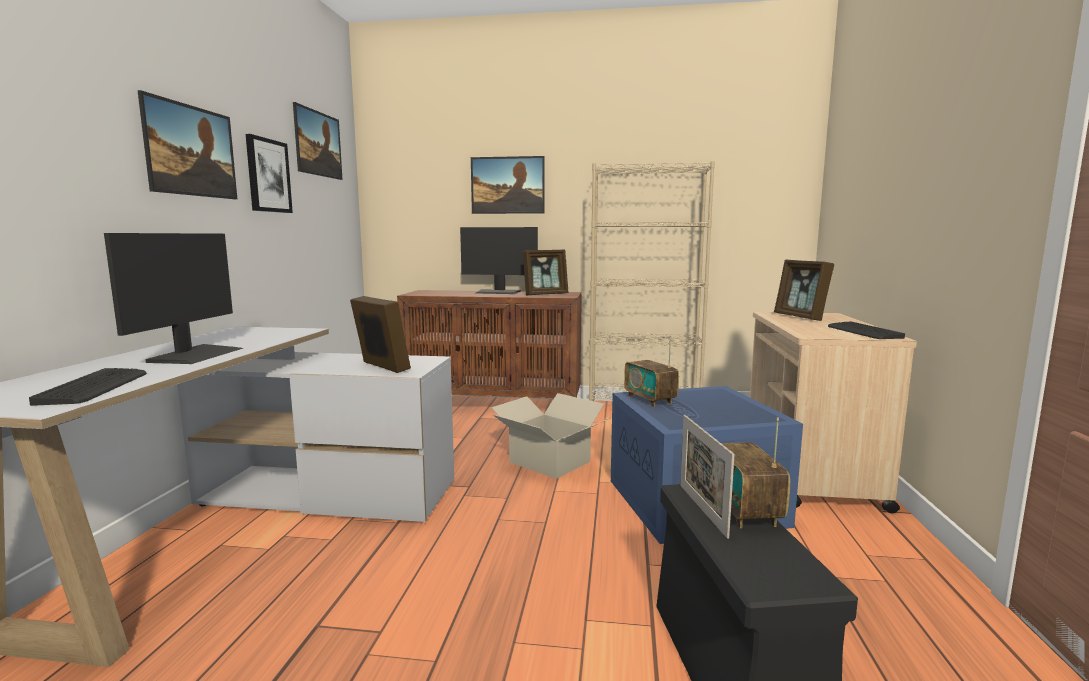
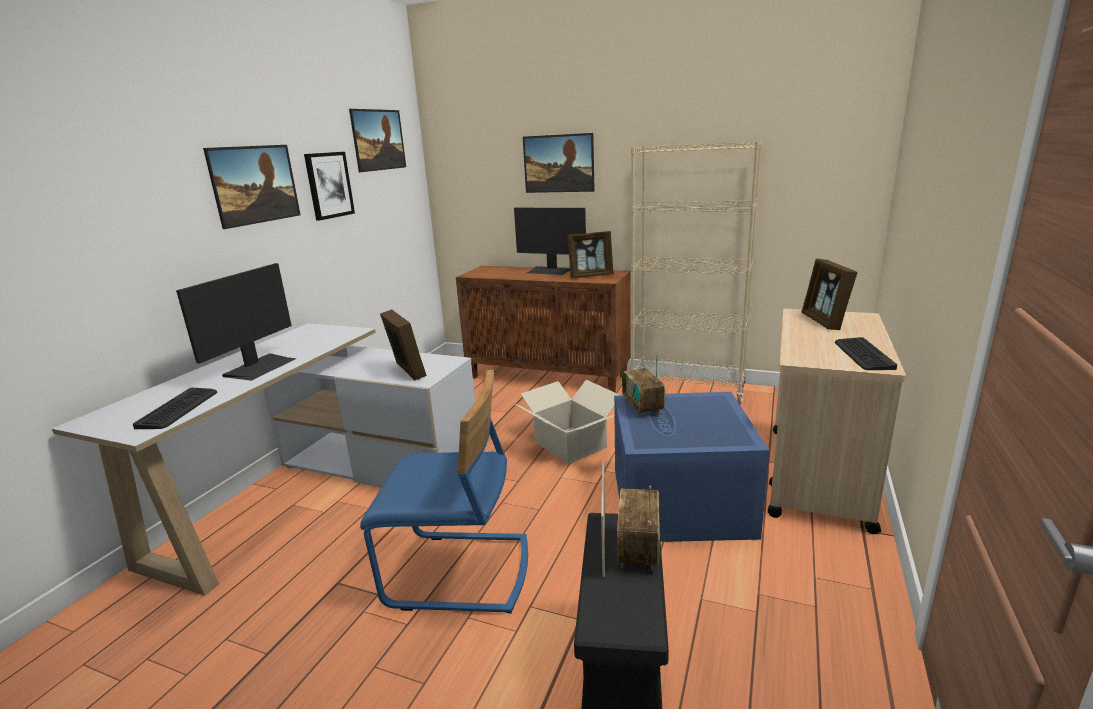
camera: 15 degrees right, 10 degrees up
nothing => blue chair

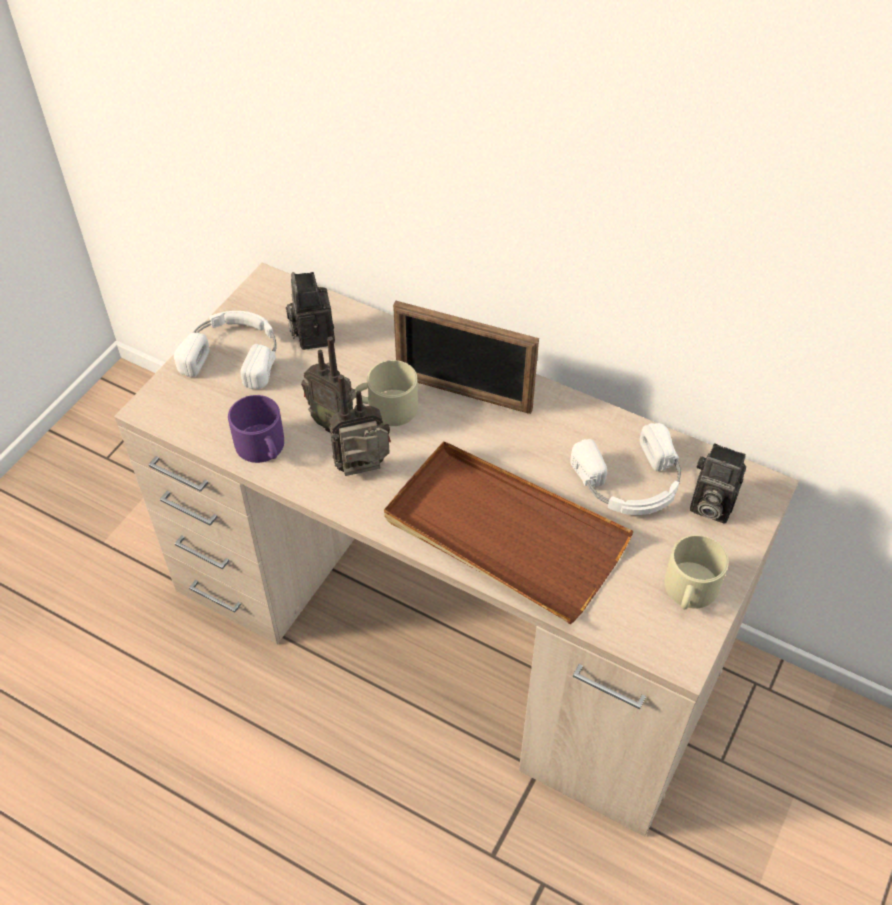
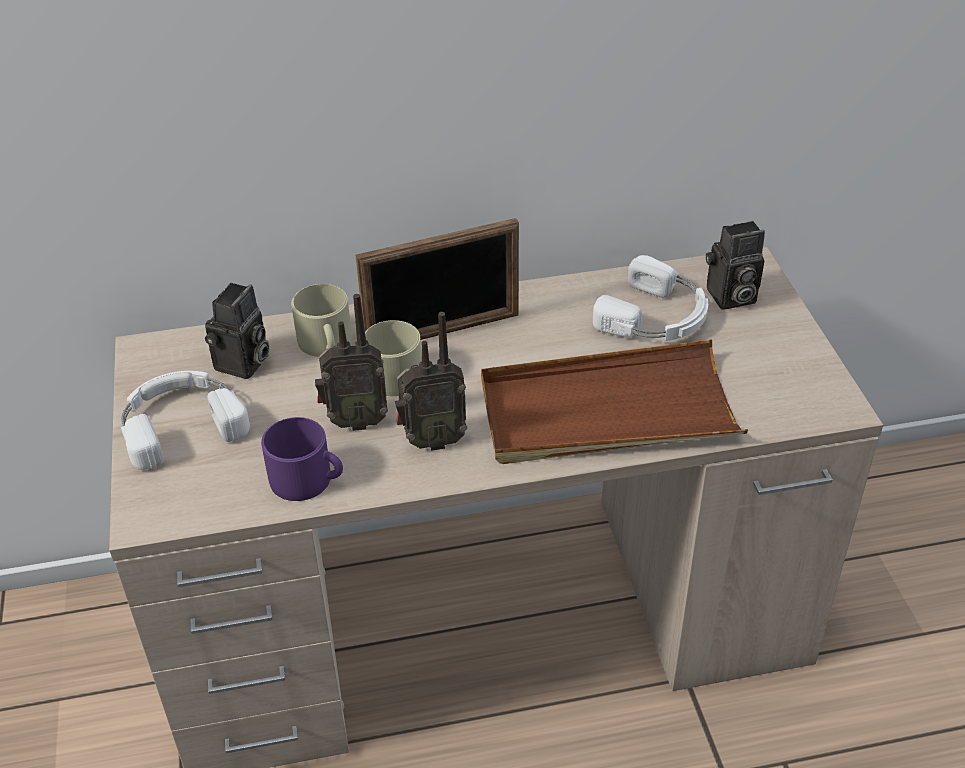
camera: 40 degrees left, 10 degrees down
photo camera (1st from left), 105 degrees counterclockwise
radio (2nd from left), 135 degrees counterclockwise
beige mug (2nd from left in the first image) => beige mug (1st from left), move

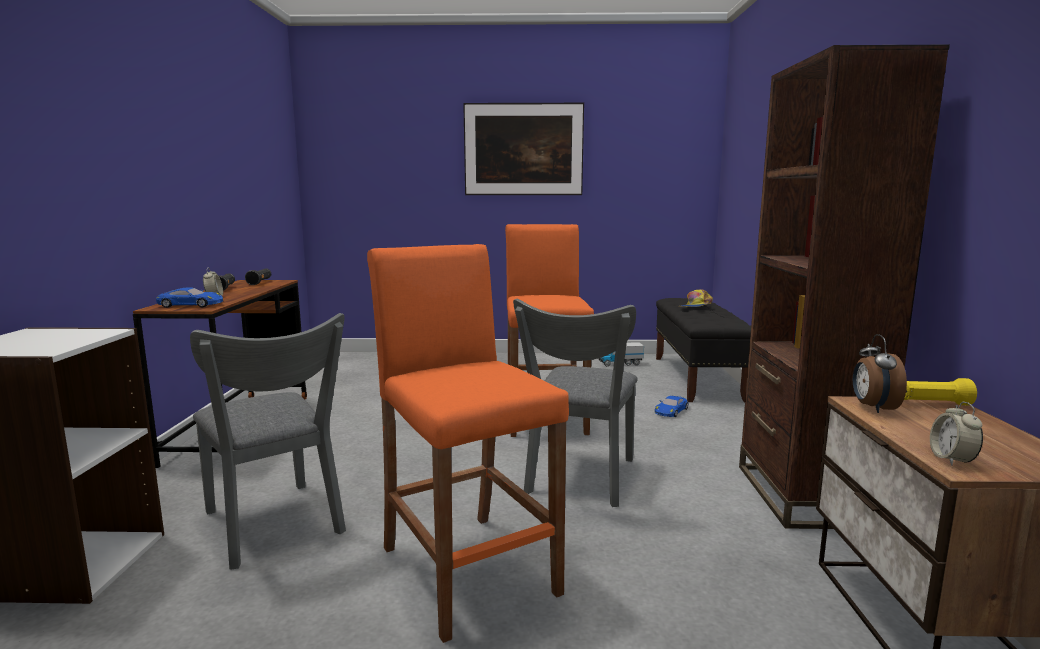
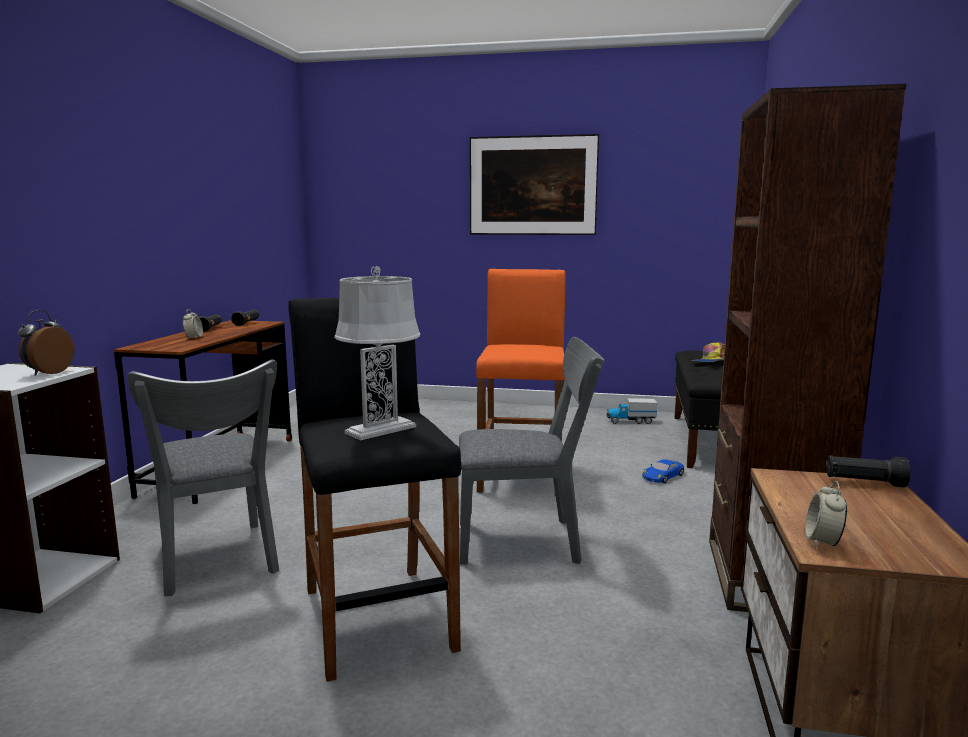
camera: 10 degrees right, 0 degrees up
blue toy car (1st from left) => nothing
orange stool (1st from left) => black stool
grey chair (2nd from left), 120 degrees counterclockwise
alarm clock (2nd from left in the first image) => alarm clock (1st from left), move
yellow flashlight => black flashlight (3rd from left)
nothing => grey table lamp

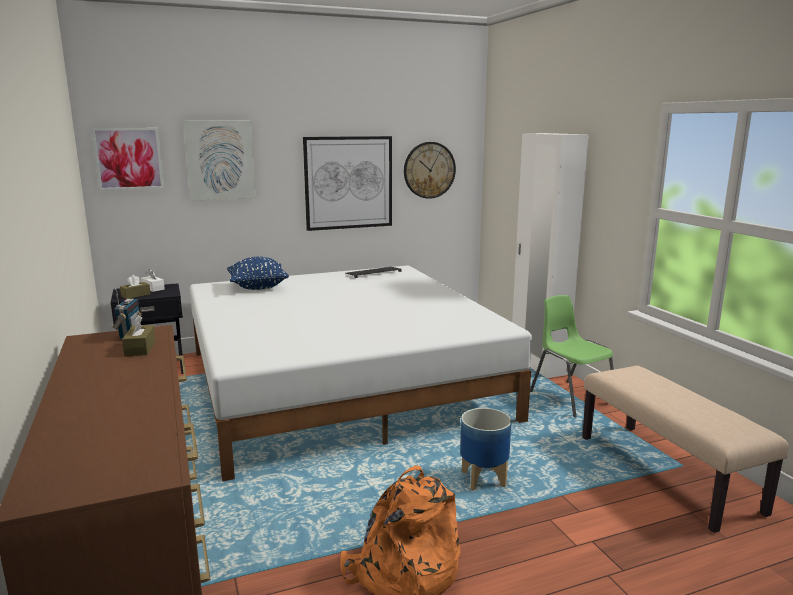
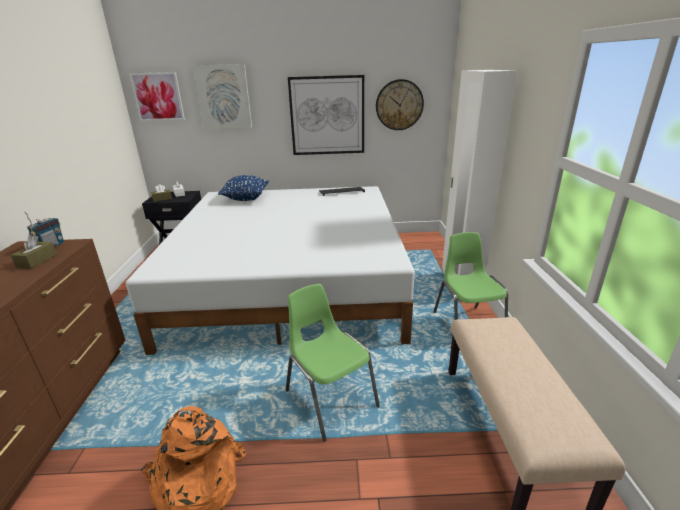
camera: 20 degrees right, 10 degrees up
planter => green chair (1st from left)

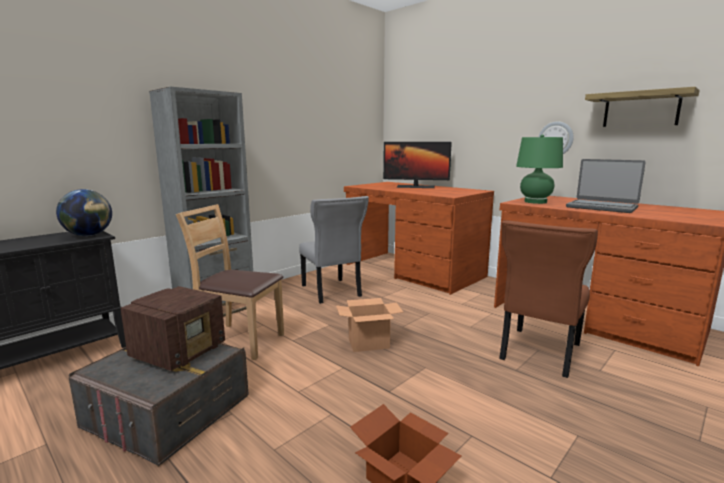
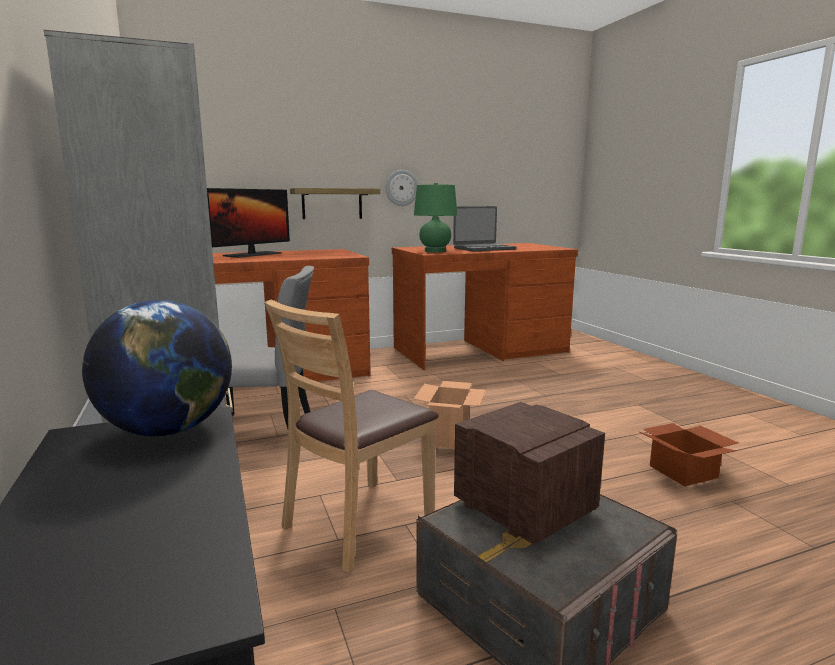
camera: 65 degrees left, 0 degrees up
brown chair (2nd from left) => nothing
shelf, move

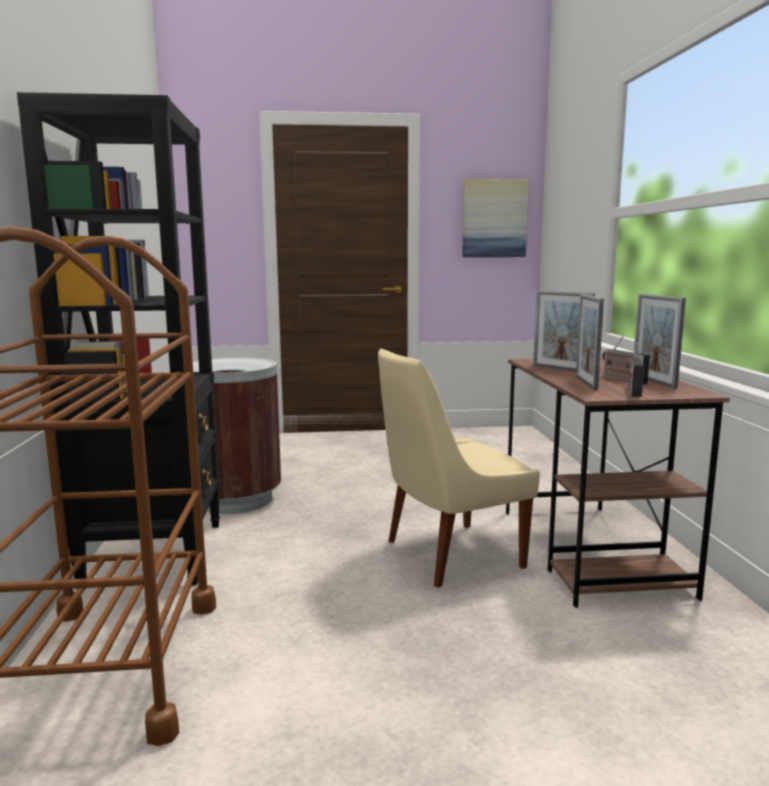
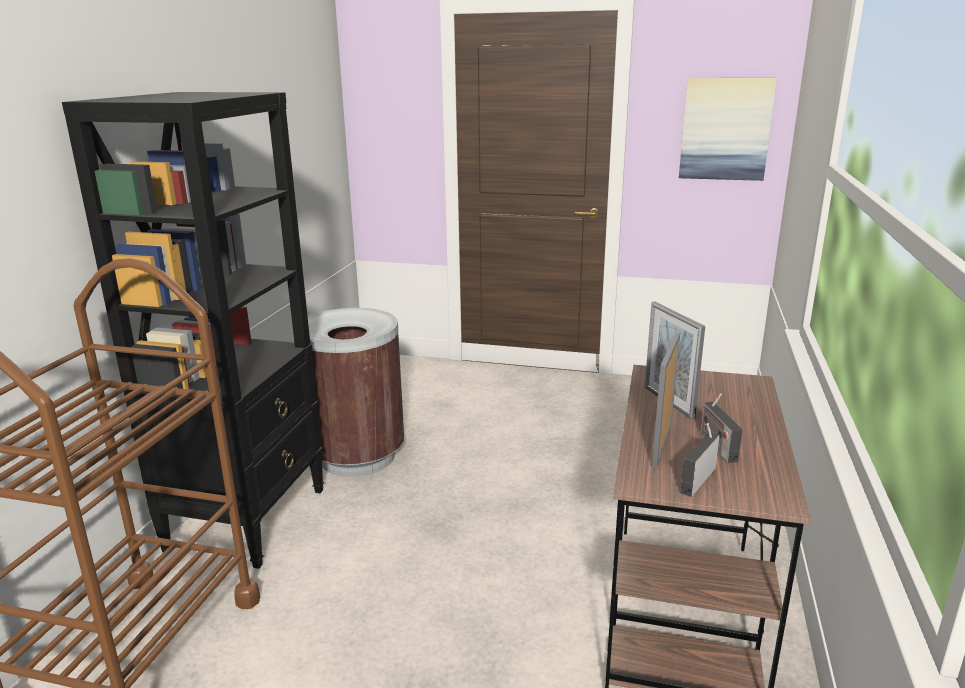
camera: 20 degrees right, 10 degrees up
beige chair => nothing
picture frame (3rd from left) => nothing

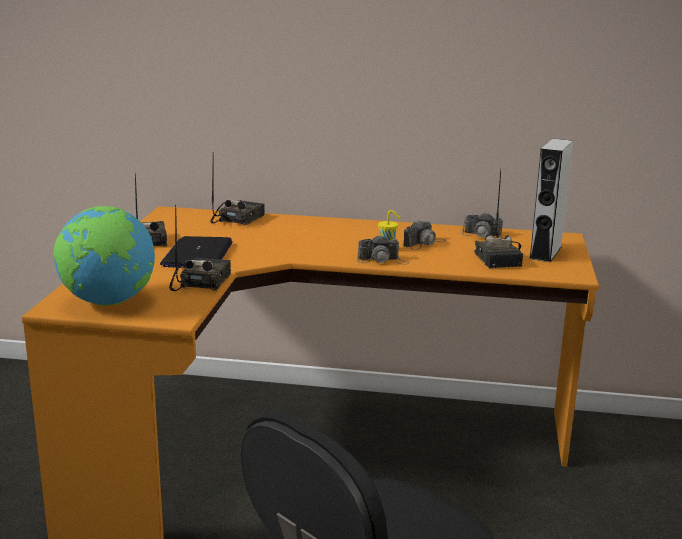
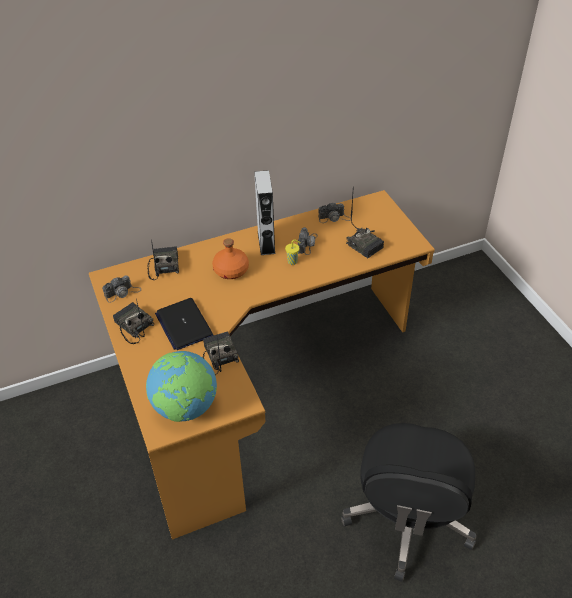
camera: 30 degrees left, 25 degrees up
photo camera (1st from left), move
grey speaker, move
nothing => orange bottle

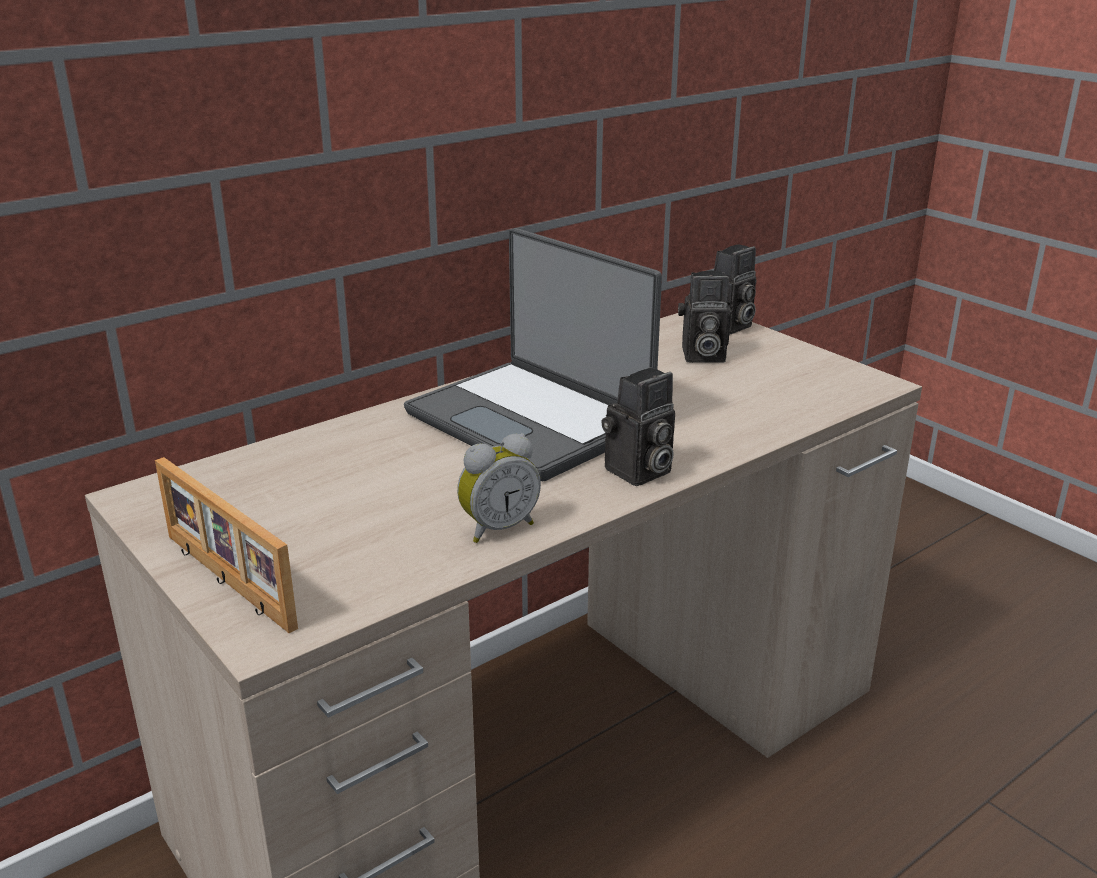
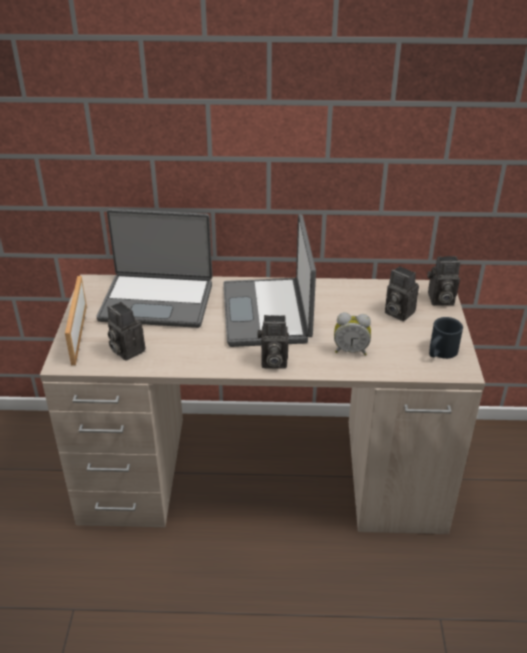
camera: 40 degrees right, 10 degrees up
alarm clock, move
nothing => laptop (1st from left)
nothing => photo camera (1st from left)
nothing => black mug

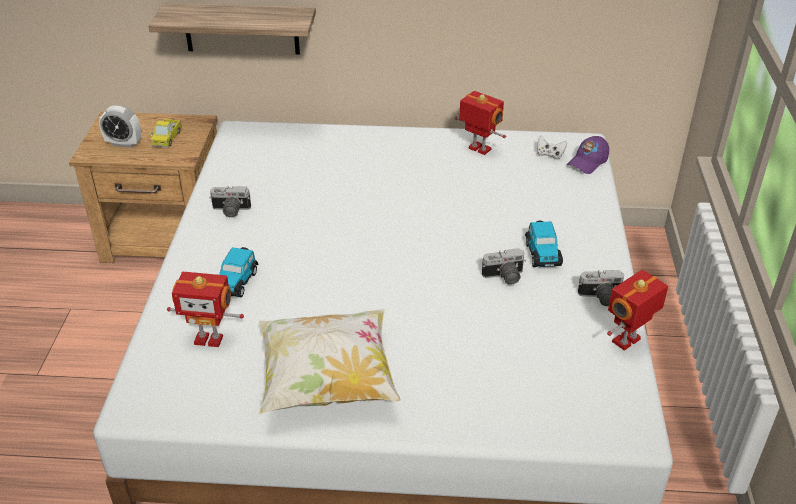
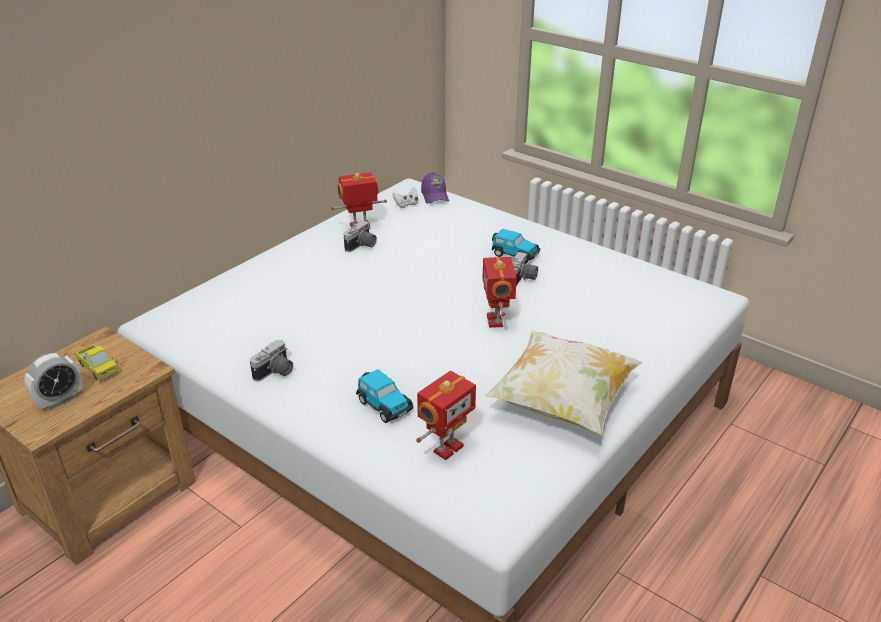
camera: 55 degrees left, 5 degrees down
shelf => nothing
photo camera (3rd from left in the first image) => photo camera (2nd from left), move
toy robot (3rd from left), move

